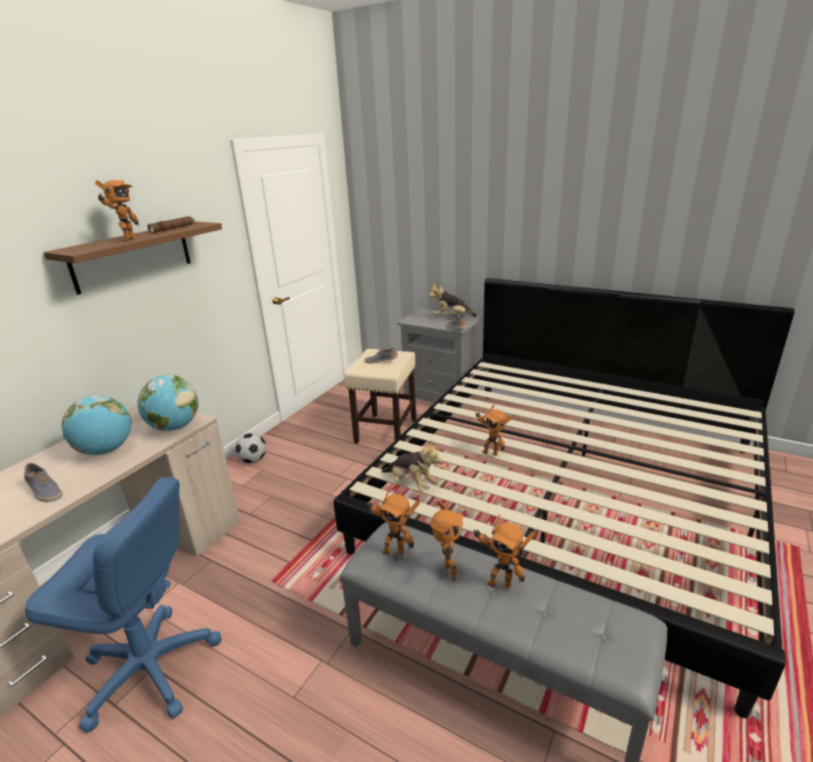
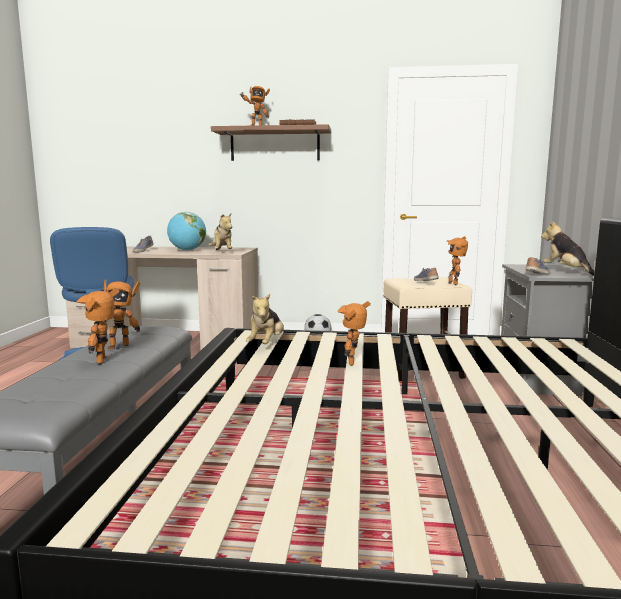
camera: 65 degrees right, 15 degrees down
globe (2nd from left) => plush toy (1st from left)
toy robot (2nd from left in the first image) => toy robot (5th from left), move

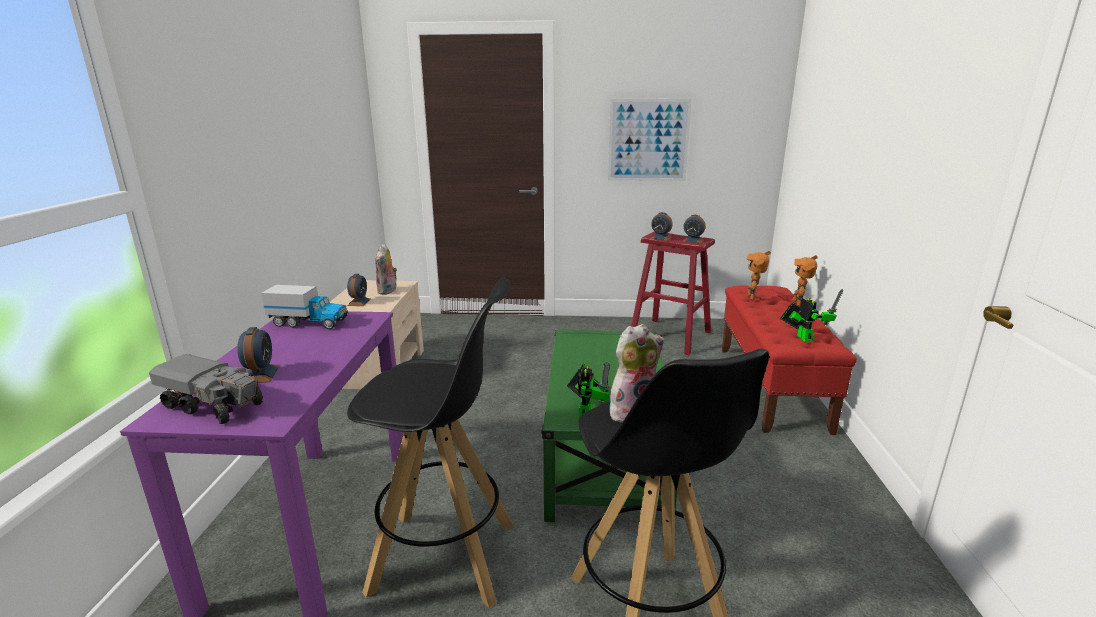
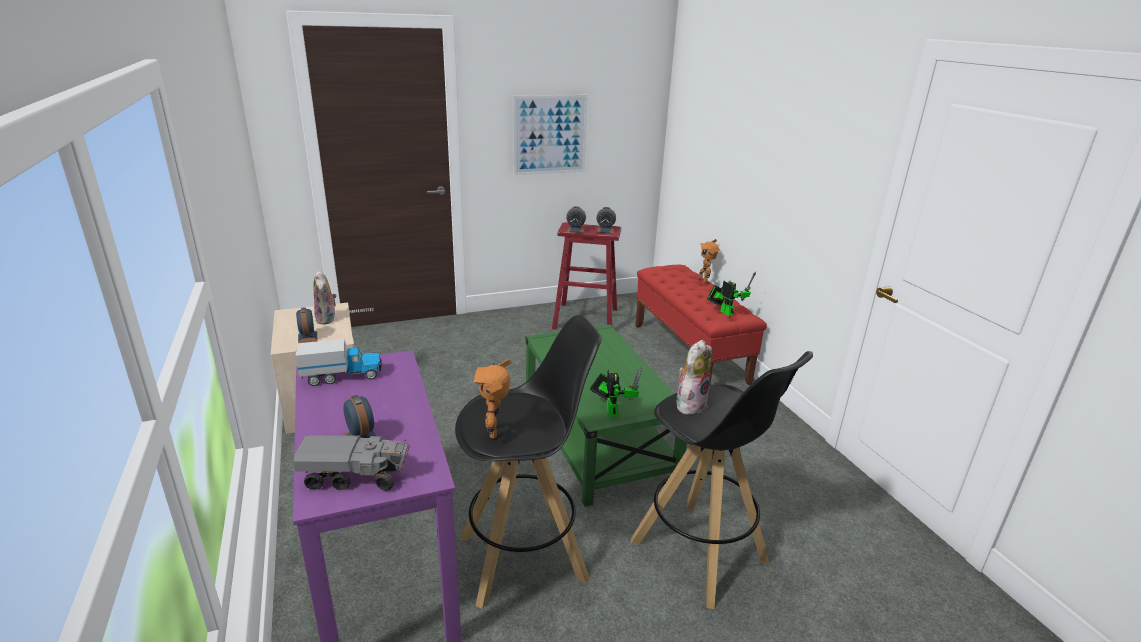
camera: 25 degrees left, 5 degrees up
toy robot (2nd from left in the first image) => toy robot (1st from left), move

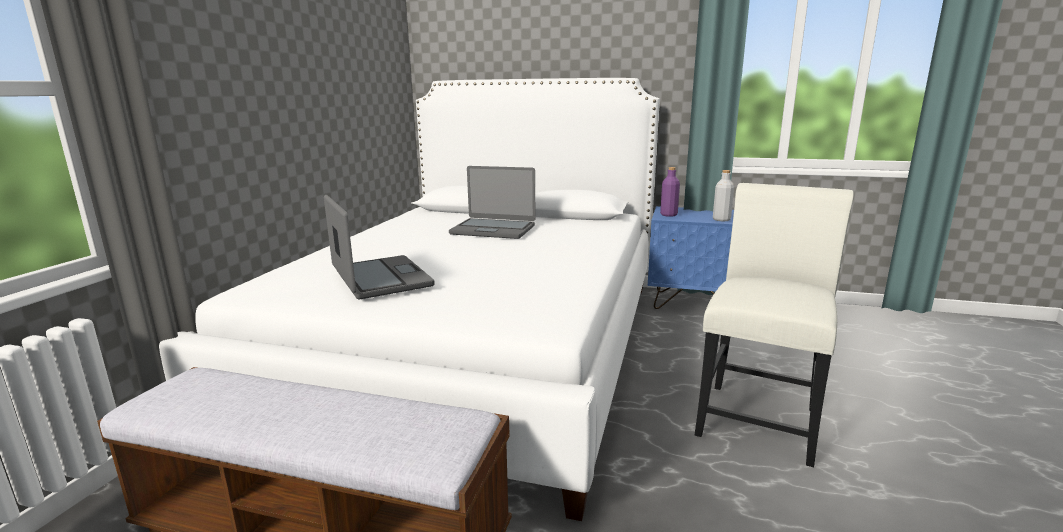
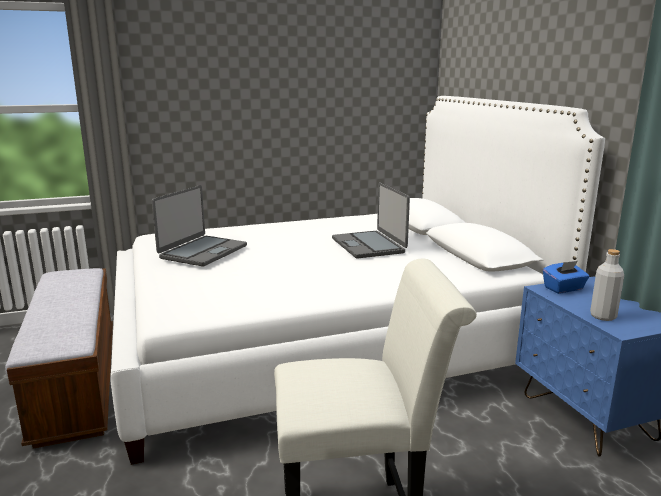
camera: 55 degrees right, 0 degrees up
purple bottle => blue tissue box

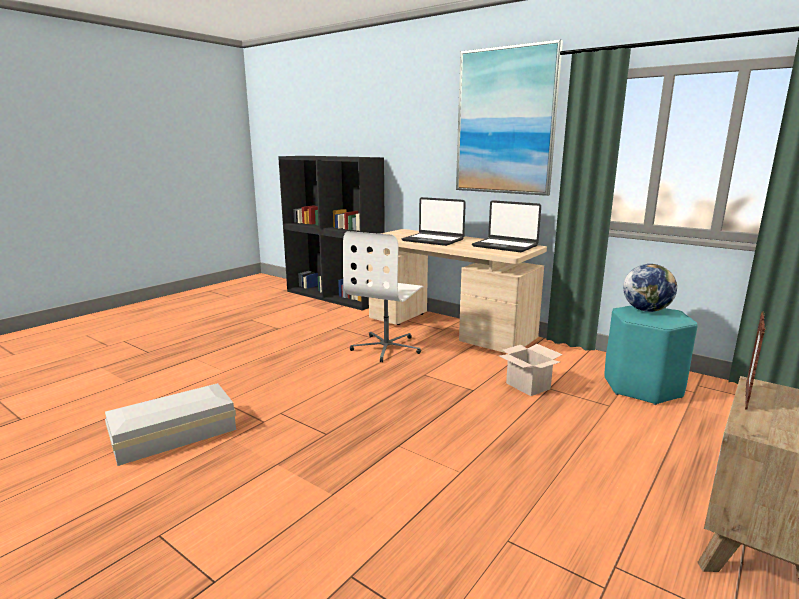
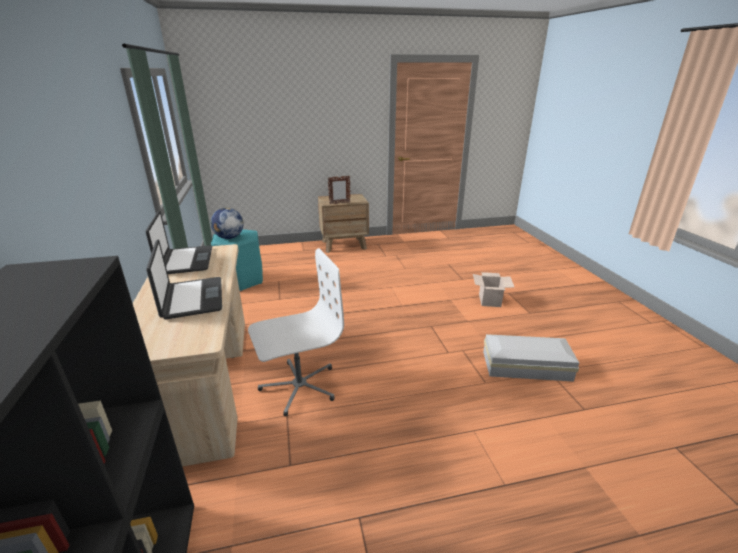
camera: 140 degrees left, 10 degrees up
picture => nothing
cardboard box, move

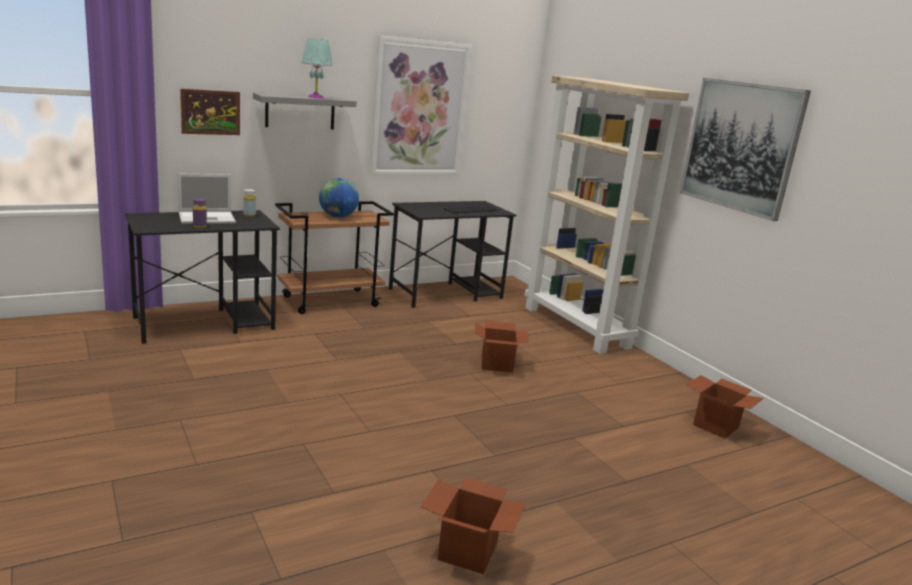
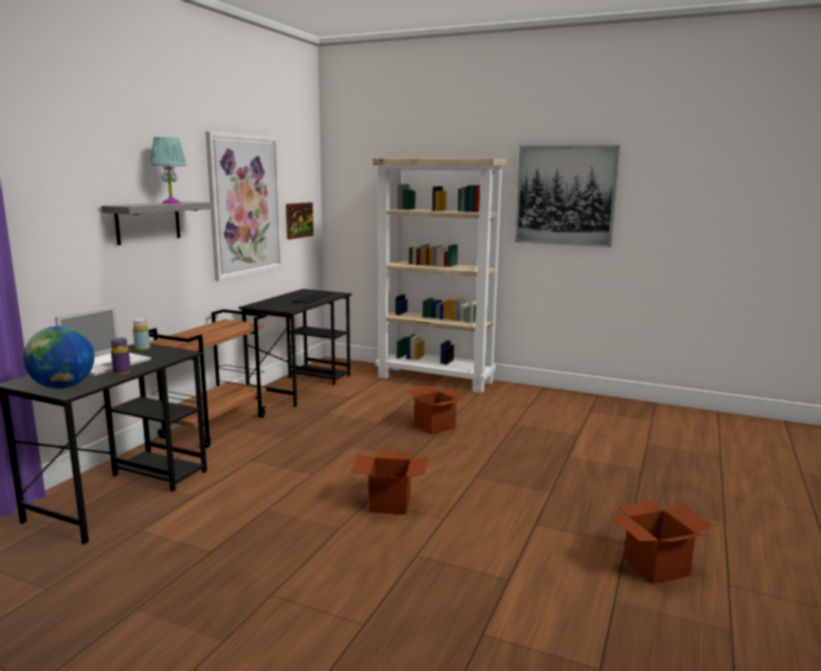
camera: 35 degrees left, 5 degrees down
picture (1st from left in the first image) => picture (2nd from left), move
globe, move
cardboard box (3rd from left in the first image) => cardboard box (1st from left), move

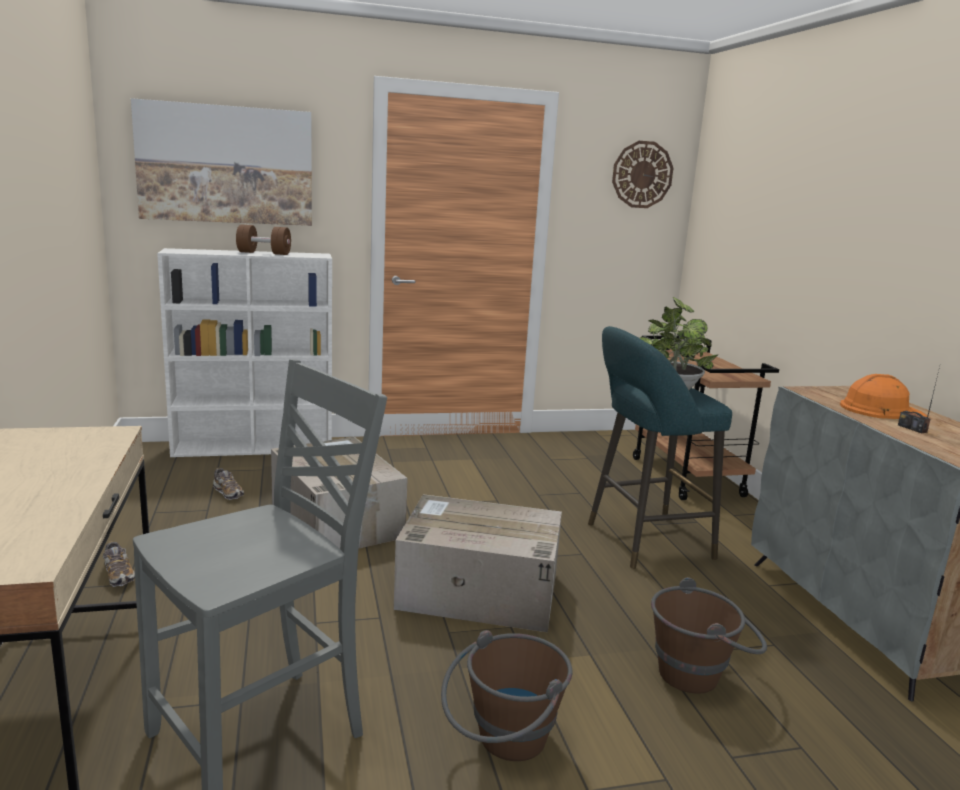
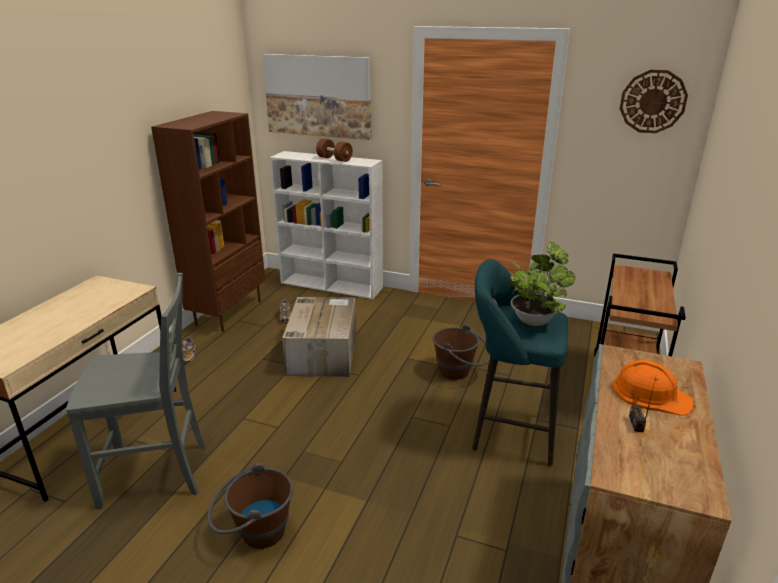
camera: 35 degrees right, 10 degrees up
cardboard box (2nd from left) => nothing
brown bucket (2nd from left), move
nothing => brown bookcase

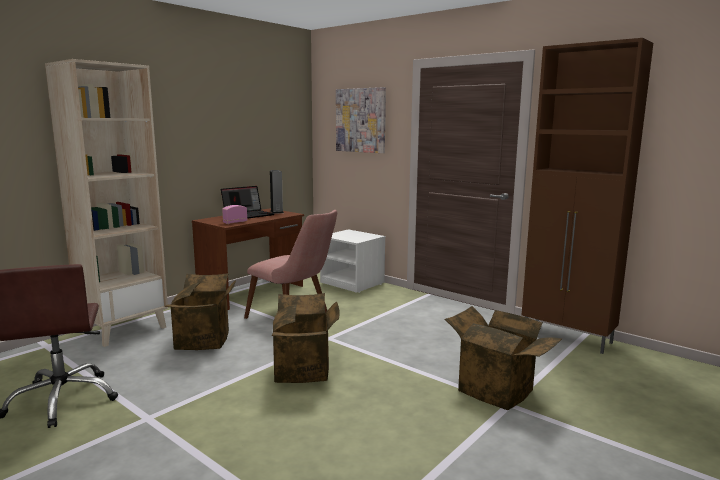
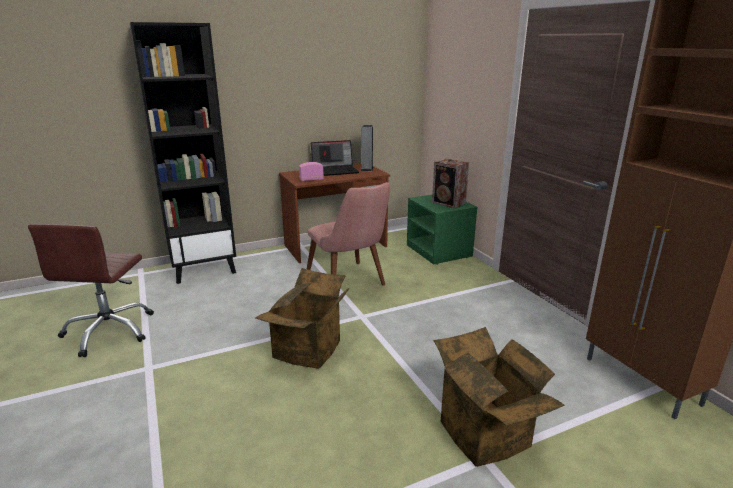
camera: 25 degrees right, 10 degrees up
beige bookcase => black bookcase
cardboard box (1st from left) => nothing
white nightstand => green nightstand
picture => nothing
nothing => speaker (2nd from left)

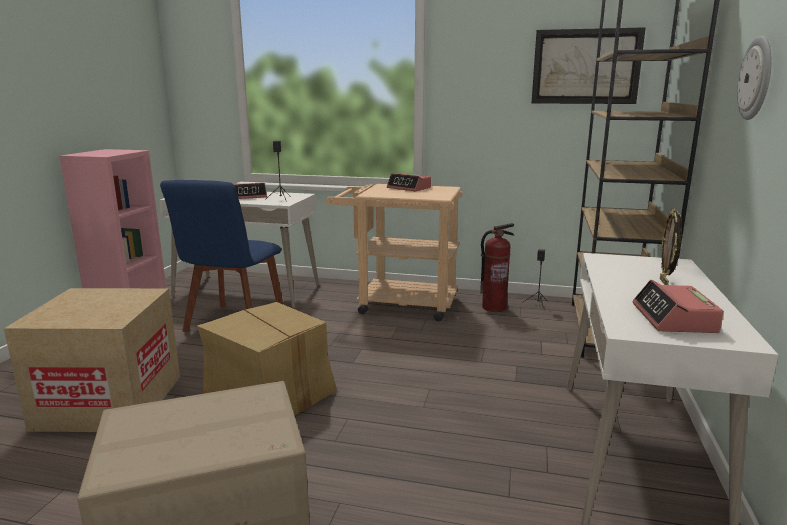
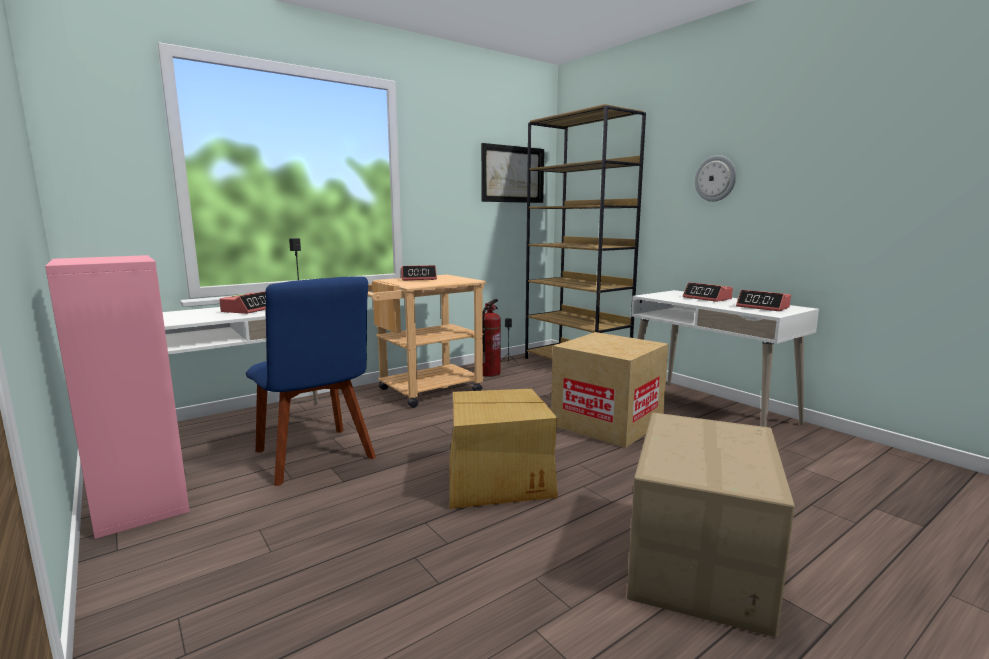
camera: 50 degrees left, 5 degrees down
cardboard box (1st from left in the first image) => cardboard box (2nd from left), move
picture frame => alarm clock (3rd from left)

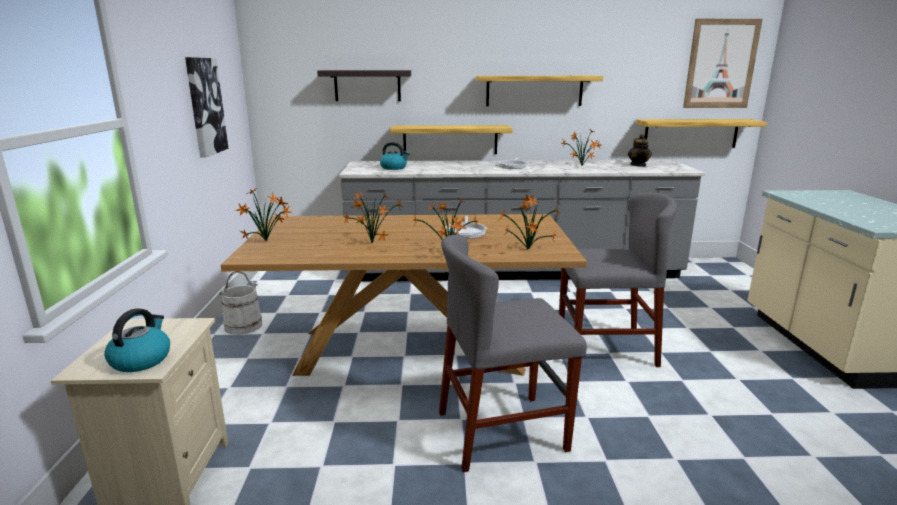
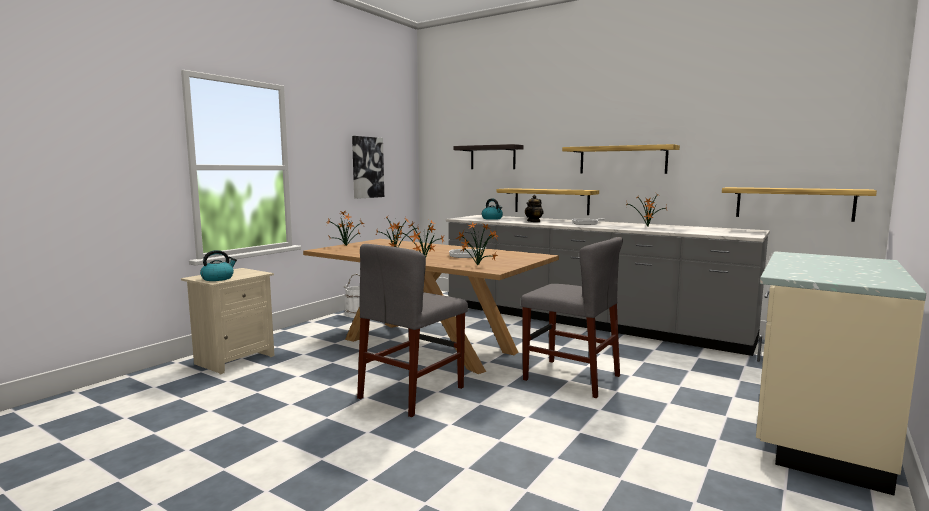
camera: 35 degrees right, 10 degrees down
grey chair (1st from left), 75 degrees counterclockwise
teapot, move
picture (2nd from left) => nothing

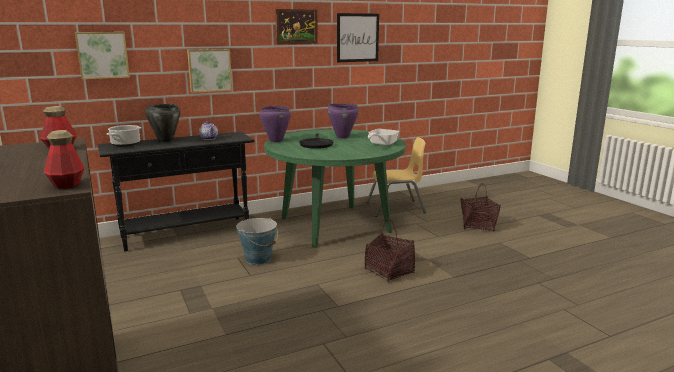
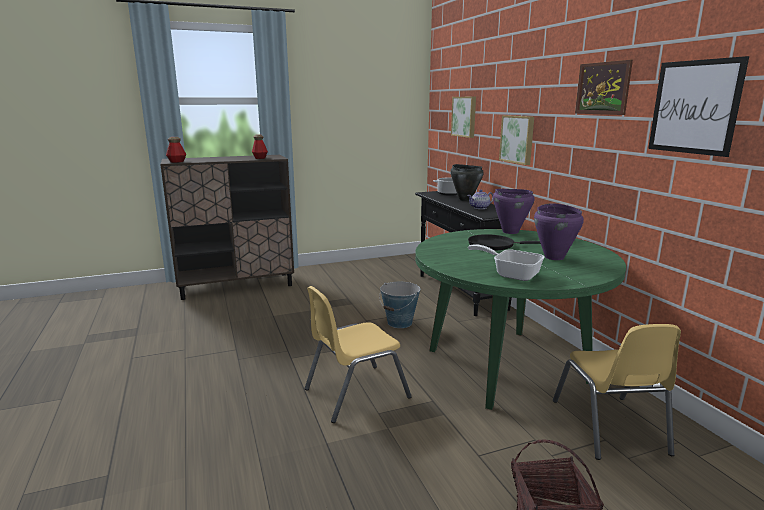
camera: 95 degrees right, 0 degrees up
basket (1st from left) => yellow chair (1st from left)

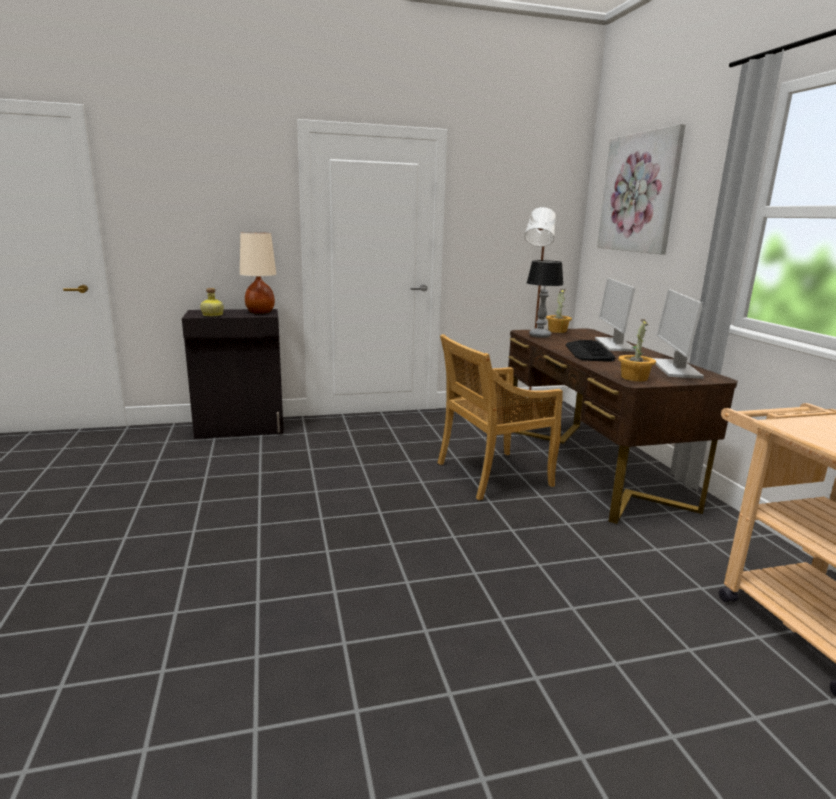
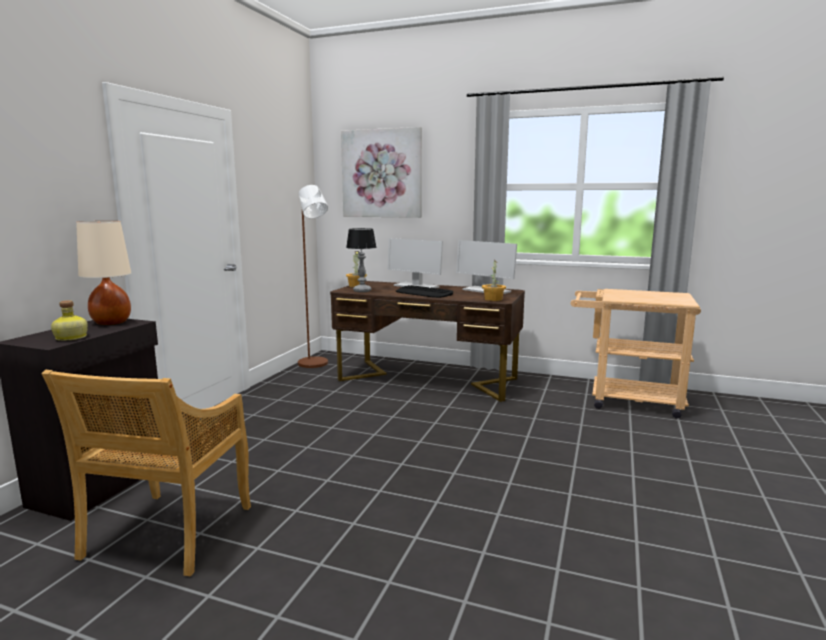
camera: 55 degrees left, 5 degrees down
beige chair, move

